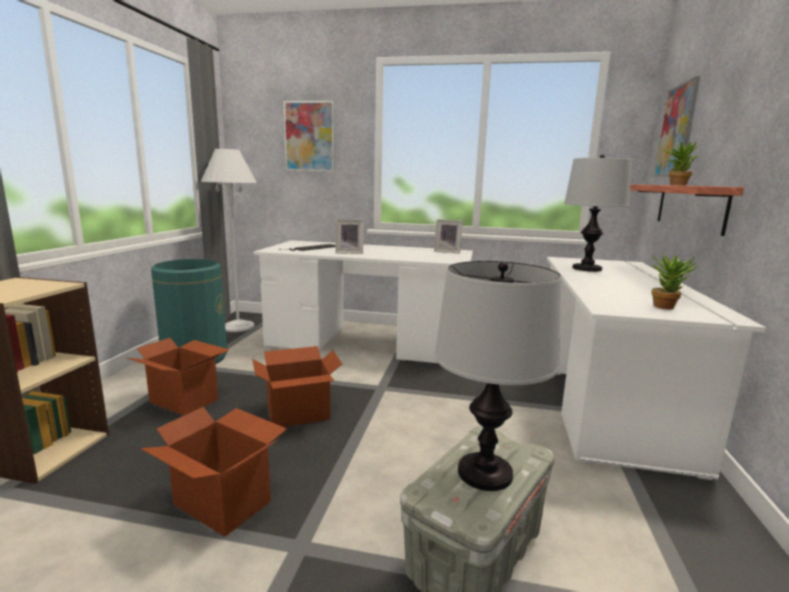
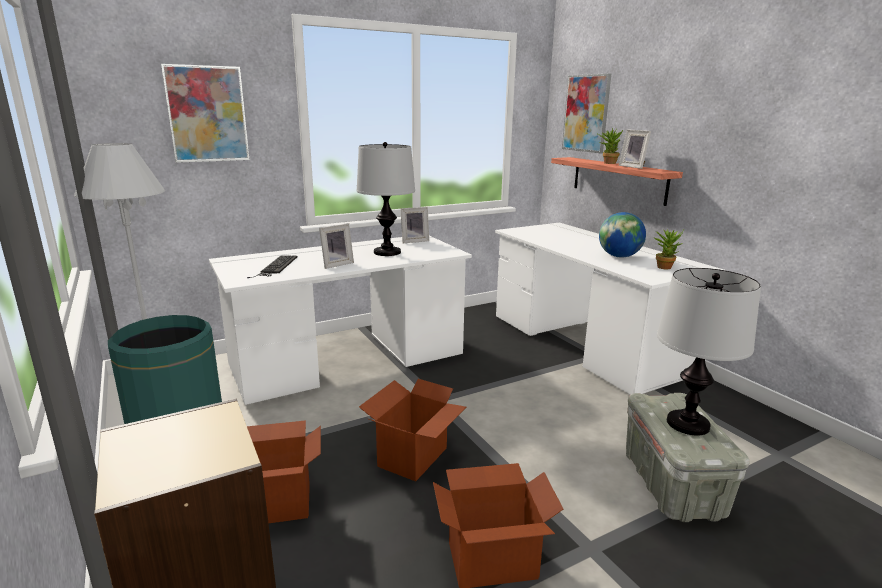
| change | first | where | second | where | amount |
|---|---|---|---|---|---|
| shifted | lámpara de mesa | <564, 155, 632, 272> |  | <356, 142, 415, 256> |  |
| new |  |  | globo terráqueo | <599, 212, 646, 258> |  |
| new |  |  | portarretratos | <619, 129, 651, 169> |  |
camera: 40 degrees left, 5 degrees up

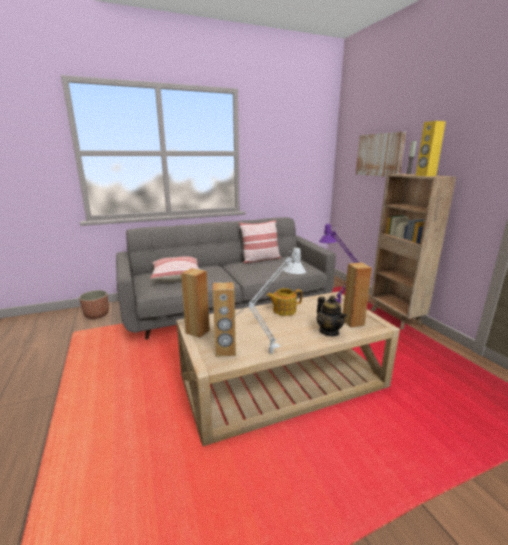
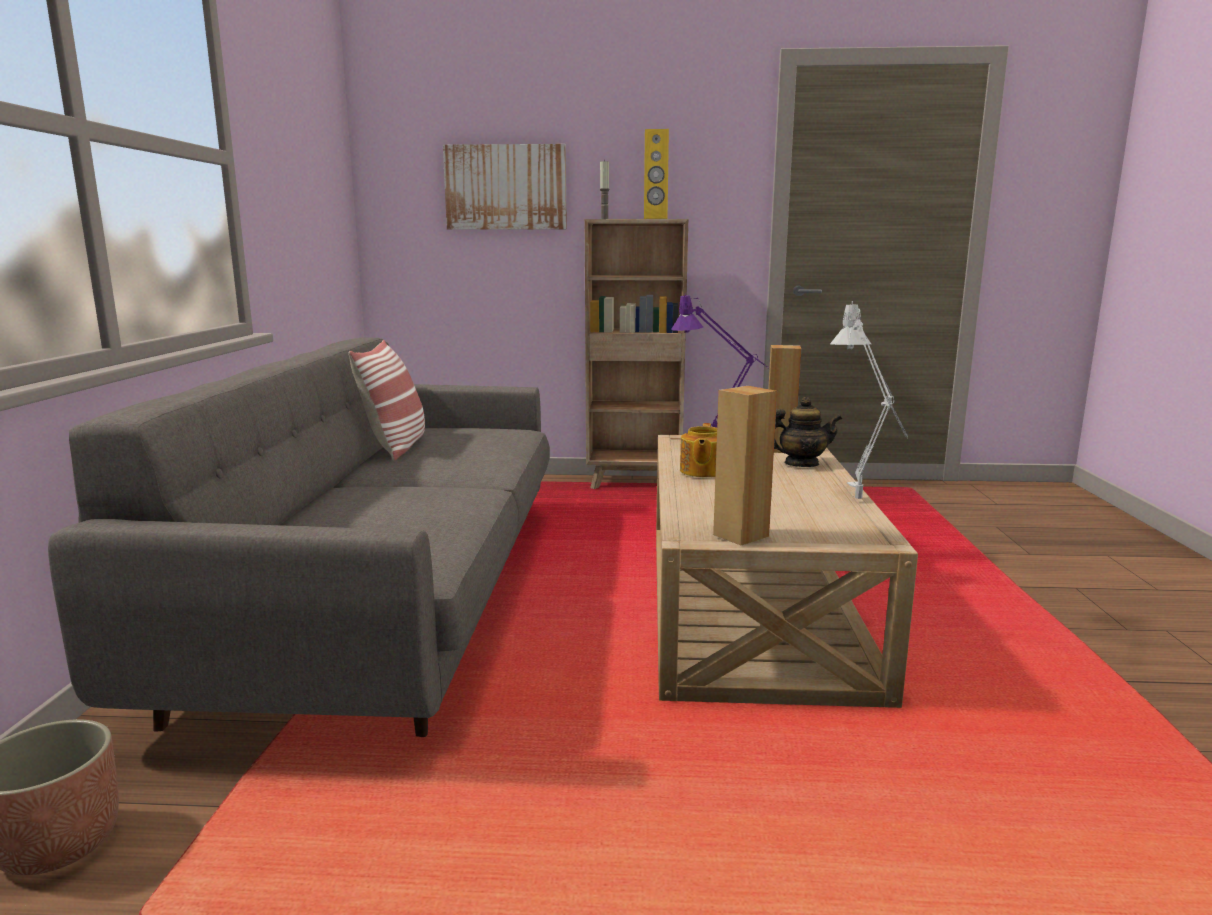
| change | first | where | second | where | amount |
|---|---|---|---|---|---|
| gone | cojín | <150, 256, 199, 282> |  |  |  |
| gone | altavoz (marrón) | <213, 282, 236, 357> |  |  |  |
camera: 65 degrees left, 5 degrees down

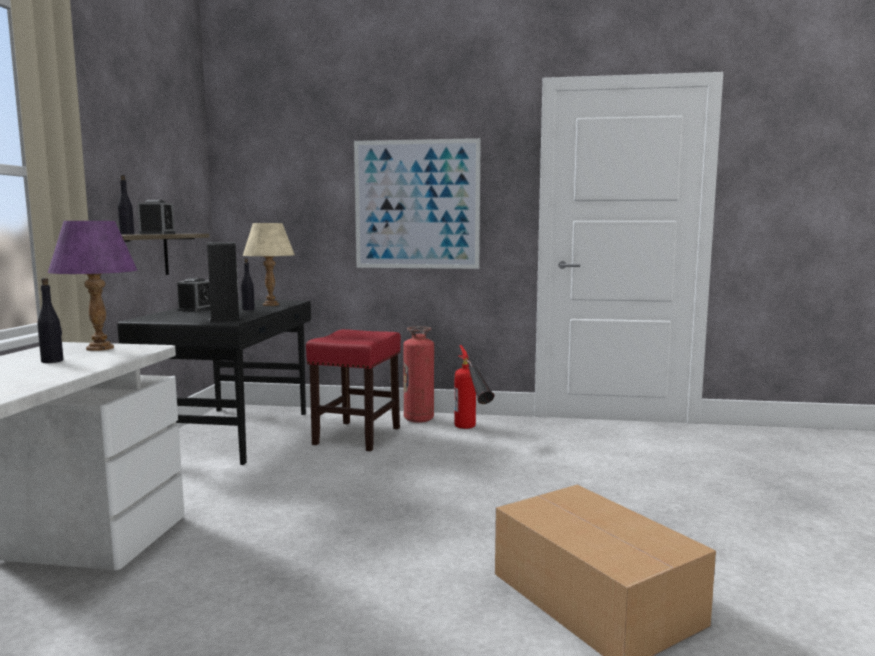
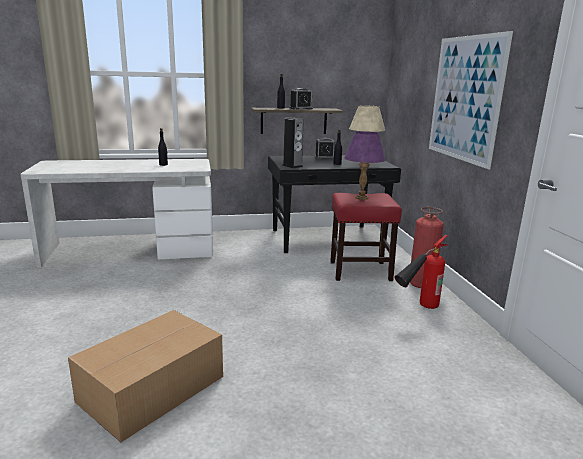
| change | first | where | second | where | amount |
|---|---|---|---|---|---|
| shifted | lámpara de mesa (morado) | <48, 221, 137, 351> |  | <344, 131, 386, 200> |  |
camera: 70 degrees right, 10 degrees up

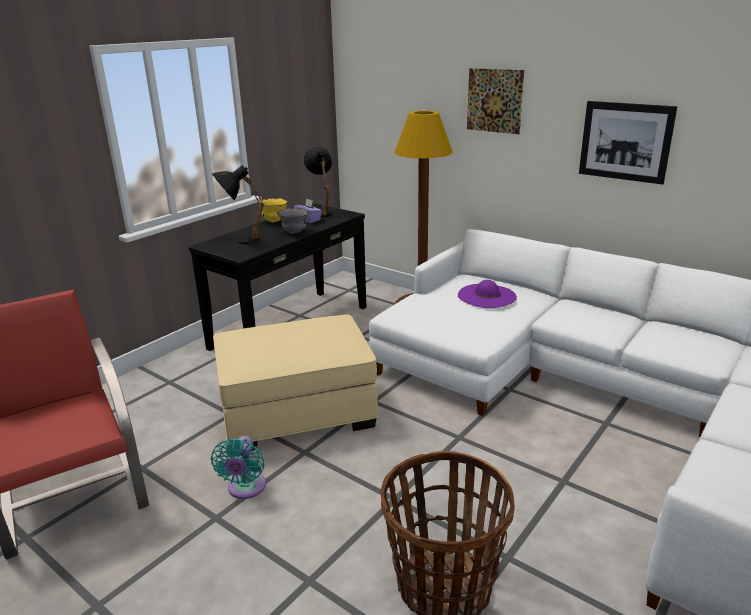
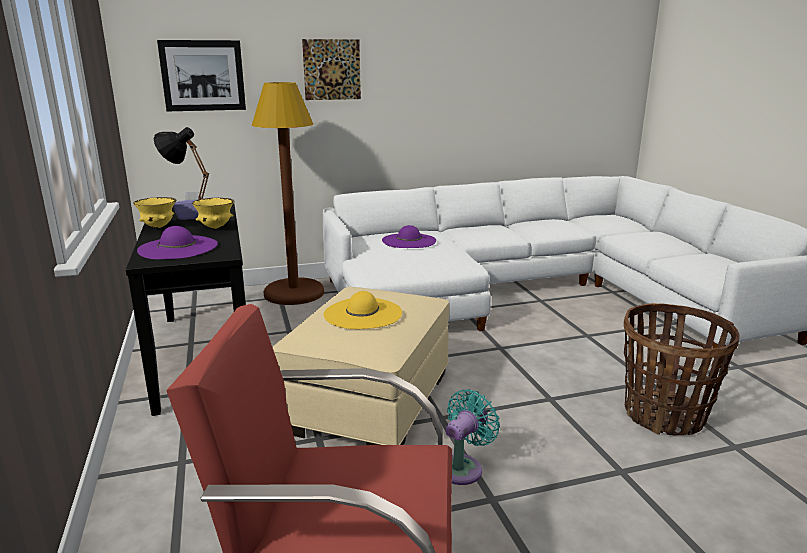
| change | first | where | second | where | amount |
|---|---|---|---|---|---|
| swapped | lámpara de mesa (negro) | <212, 165, 265, 244> | sombrero (morado) | <137, 226, 218, 259> |  |
| shifted | cuadro | <579, 101, 677, 185> |  | <157, 40, 246, 112> |  |
| repainted | cuenco (gris) | <277, 208, 309, 234> | cuenco (amarillo) | <192, 198, 234, 229> |  |
| new |  |  | sombrero (amarillo) | <324, 291, 402, 329> |  |
| rotated | ventilador (turquesa) | <211, 436, 266, 499> |  | <446, 389, 500, 485> | 90 degrees counterclockwise |
camera: 55 degrees left, 5 degrees down

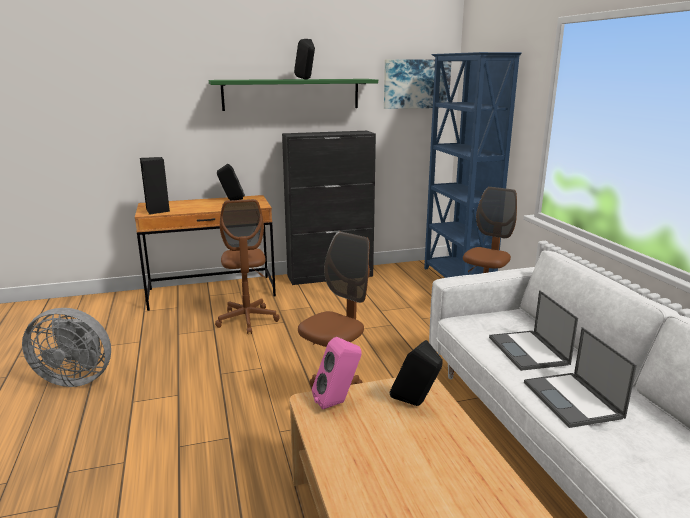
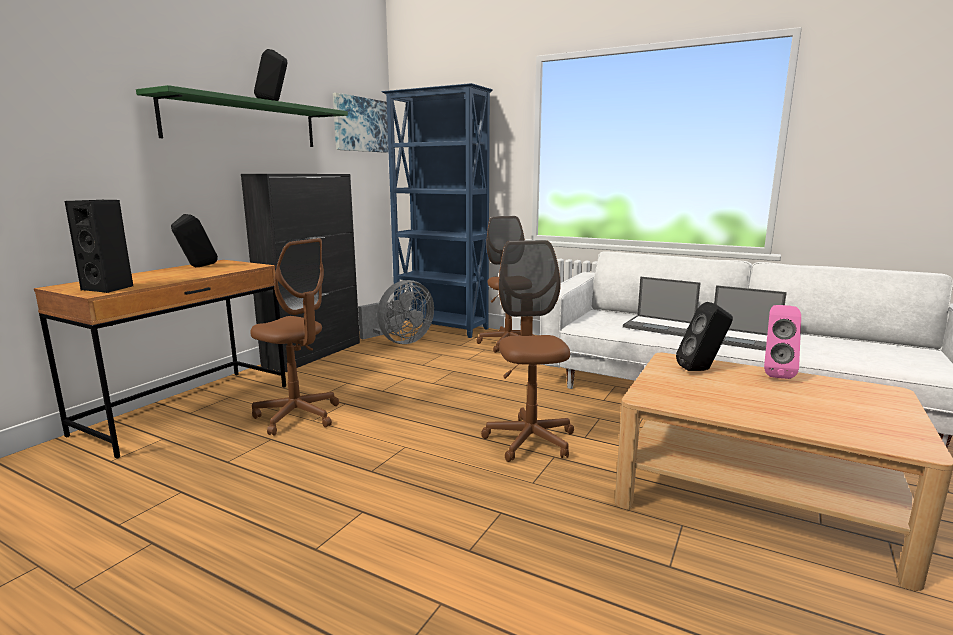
| change | first | where | second | where | amount |
|---|---|---|---|---|---|
| shifted | ventilador (gris) | <22, 308, 111, 387> |  | <358, 280, 434, 344> |  |
| shifted | altavoz (rosa) | <312, 337, 362, 410> |  | <764, 305, 801, 379> |  |
camera: 45 degrees left, 5 degrees down

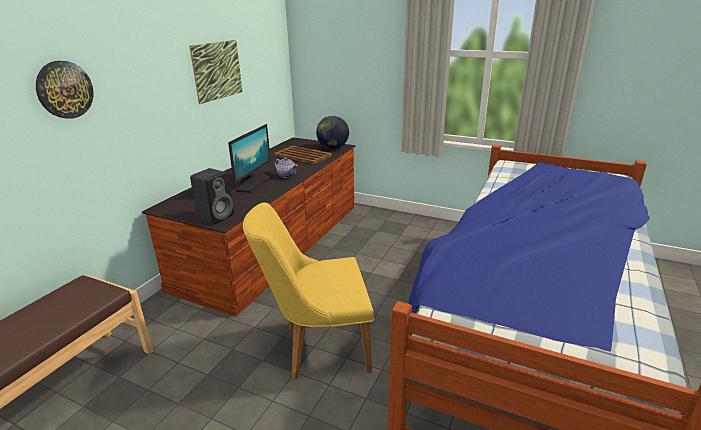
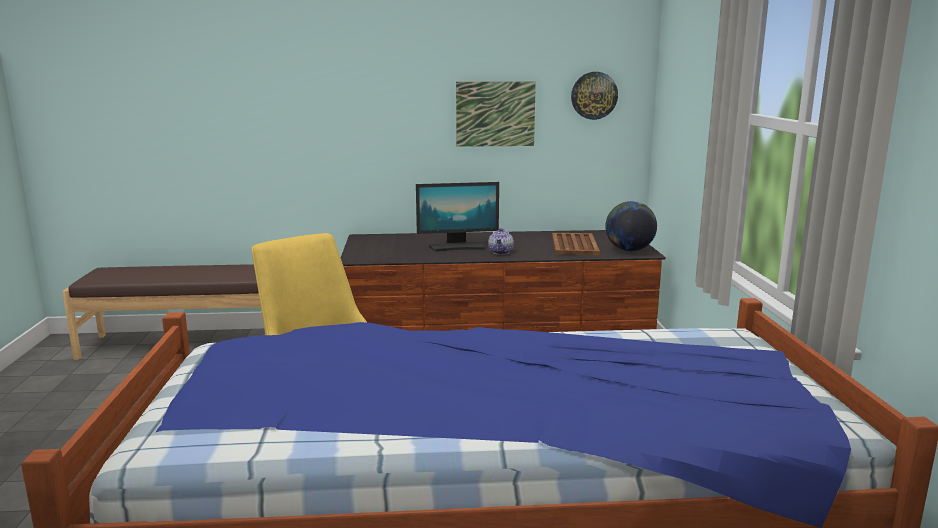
| change | first | where | second | where | amount |
|---|---|---|---|---|---|
| shifted | reloj de pared | <36, 61, 94, 119> |  | <571, 72, 618, 120> |  |
| gone | altavoz (negro) | <190, 168, 234, 224> |  |  |  |
camera: 60 degrees right, 10 degrees down

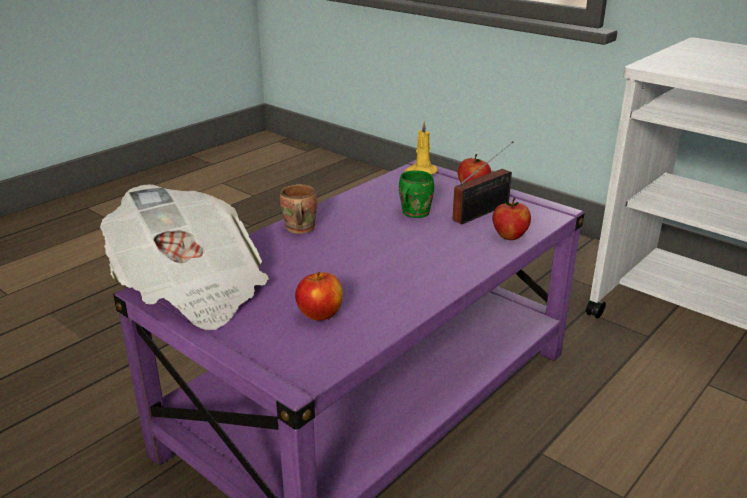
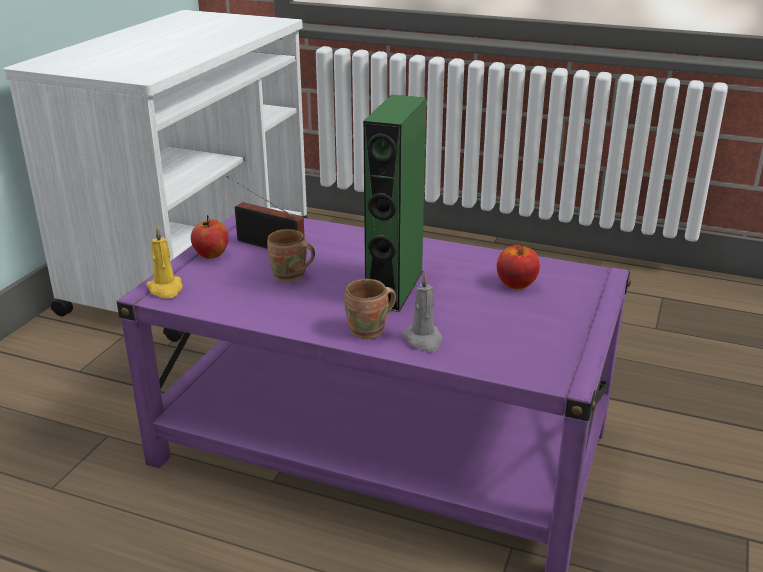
| change | first | where | second | where | amount |
|---|---|---|---|---|---|
| repainted | taza grande (verde) | <399, 171, 434, 218> | taza grande (marrón) | <267, 229, 315, 283> |  |
| new |  |  | altavoz (verde) | <363, 95, 426, 312> |  |
| new |  |  | vela (gris) | <402, 272, 443, 352> |  |
| gone | periódico | <100, 184, 269, 330> |  |  |  |
| gone | manzana | <492, 197, 531, 240> |  |  |  |
camera: 110 degrees left, 0 degrees up

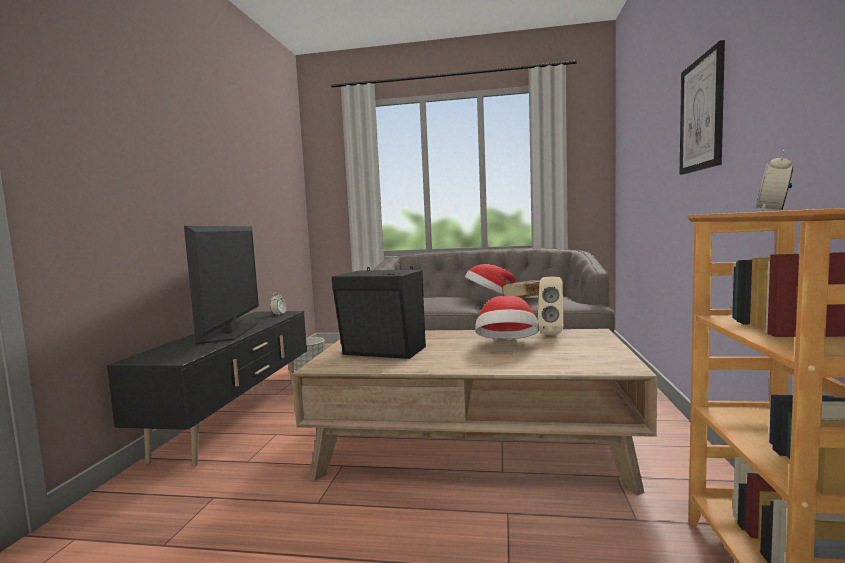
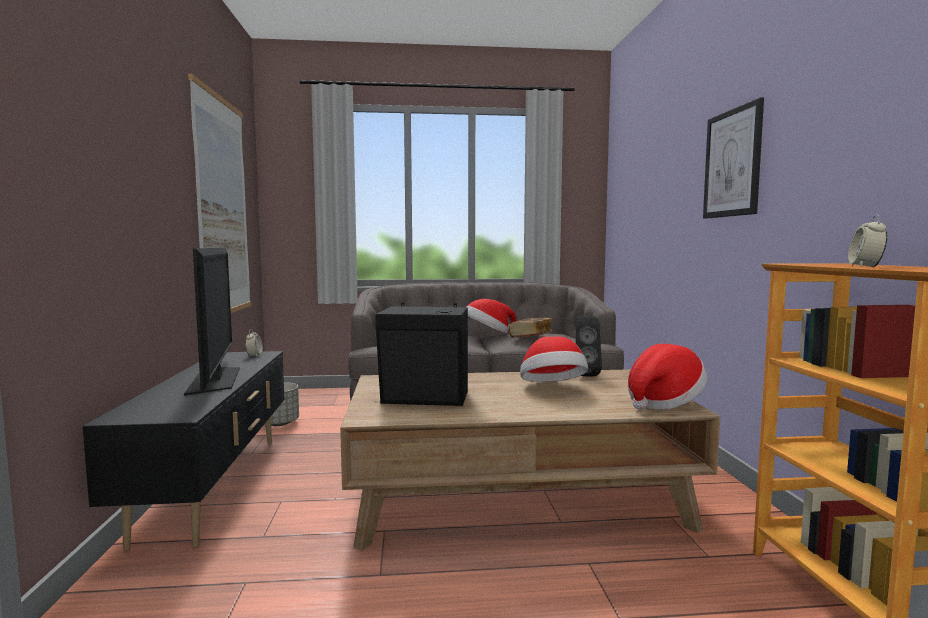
| change | first | where | second | where | amount |
|---|---|---|---|---|---|
| new |  |  | cuadro | <188, 74, 251, 313> |  |
| repainted | altavoz (beis) | <538, 277, 563, 335> | altavoz (negro) | <576, 316, 602, 377> |  |
| new |  |  | sombrero | <628, 344, 707, 410> |  |
camera: 15 degrees left, 0 degrees up

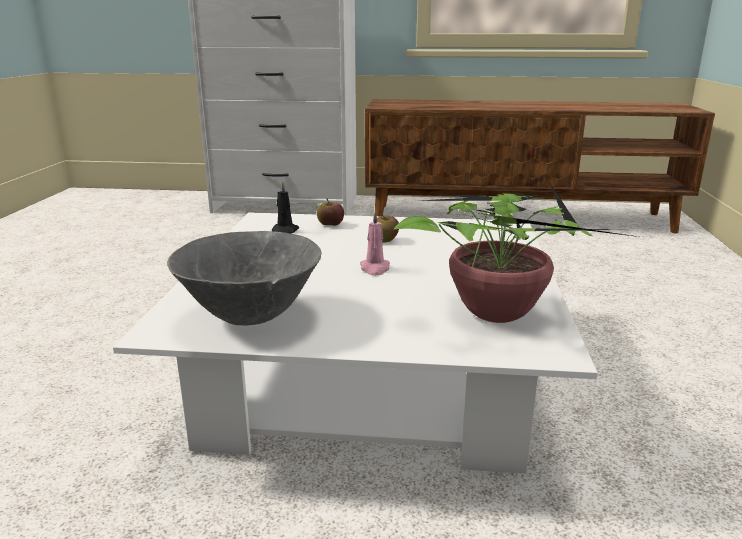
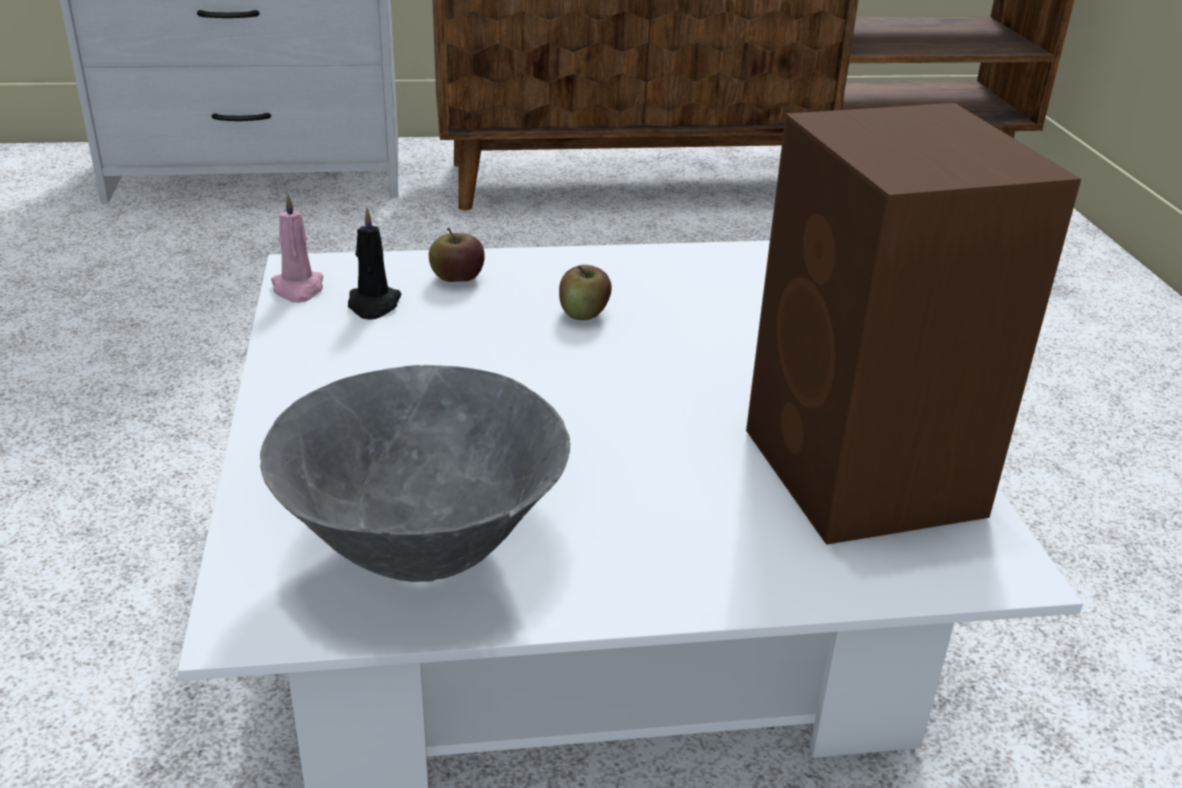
| change | first | where | second | where | amount |
|---|---|---|---|---|---|
| shifted | vela (rosa) | <360, 211, 390, 276> |  | <271, 193, 323, 303> |  |
| swapped | planta en maceta | <394, 182, 638, 323> | altavoz (marrón) | <746, 103, 1081, 545> |  |
camera: 15 degrees left, 10 degrees up

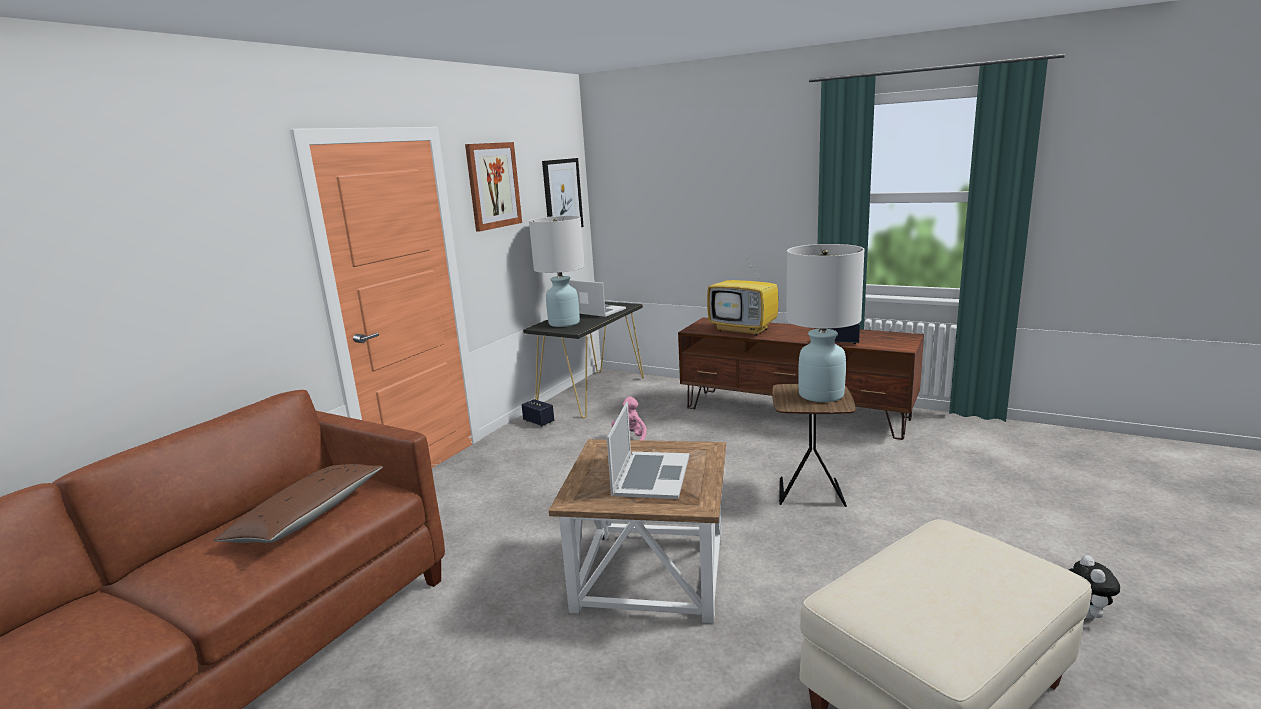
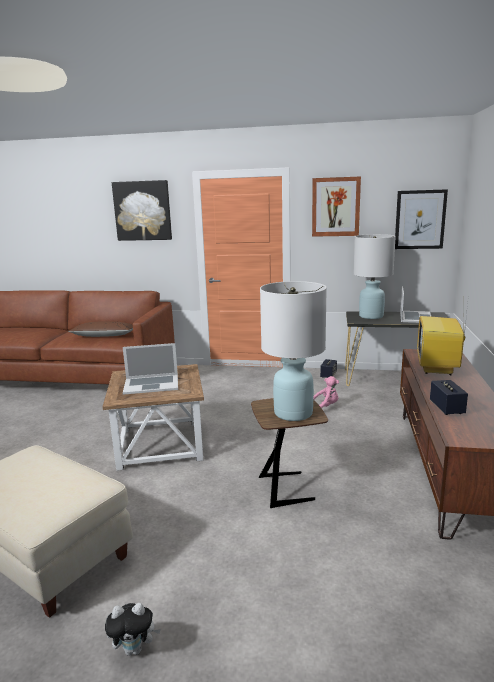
| change | first | where | second | where | amount |
|---|---|---|---|---|---|
| new |  |  | cuadro | <112, 180, 172, 241> |  |
camera: 70 degrees right, 0 degrees up

